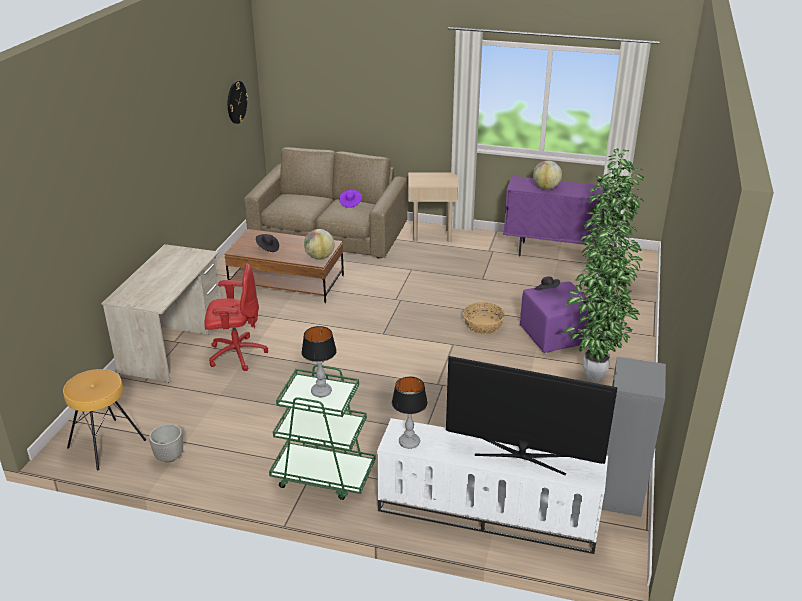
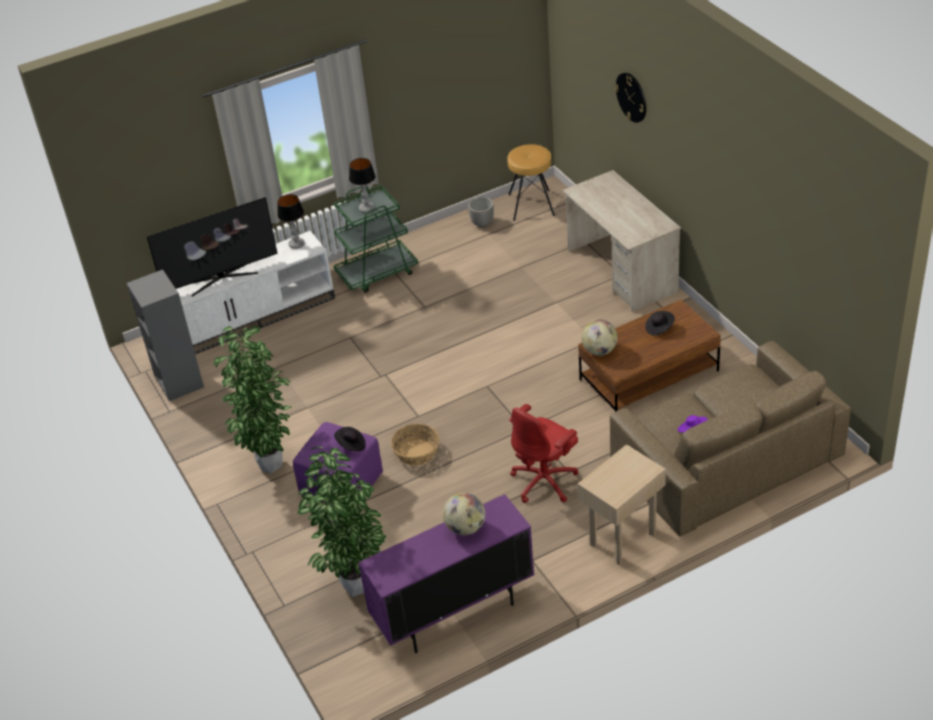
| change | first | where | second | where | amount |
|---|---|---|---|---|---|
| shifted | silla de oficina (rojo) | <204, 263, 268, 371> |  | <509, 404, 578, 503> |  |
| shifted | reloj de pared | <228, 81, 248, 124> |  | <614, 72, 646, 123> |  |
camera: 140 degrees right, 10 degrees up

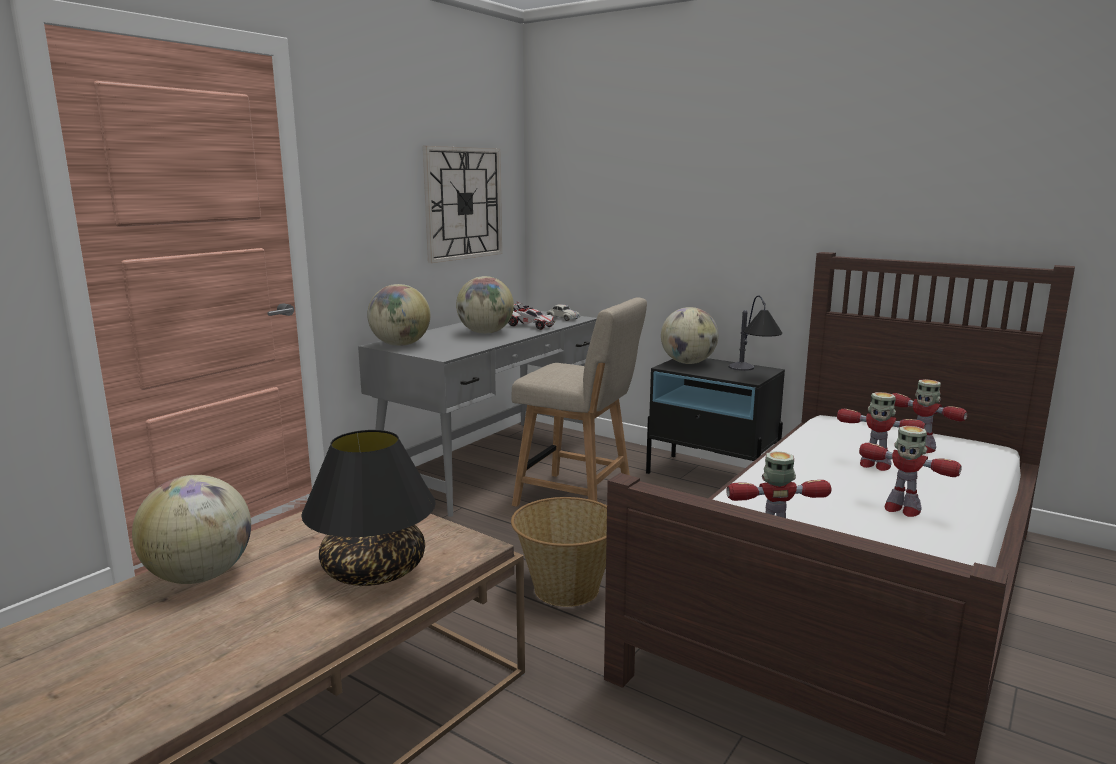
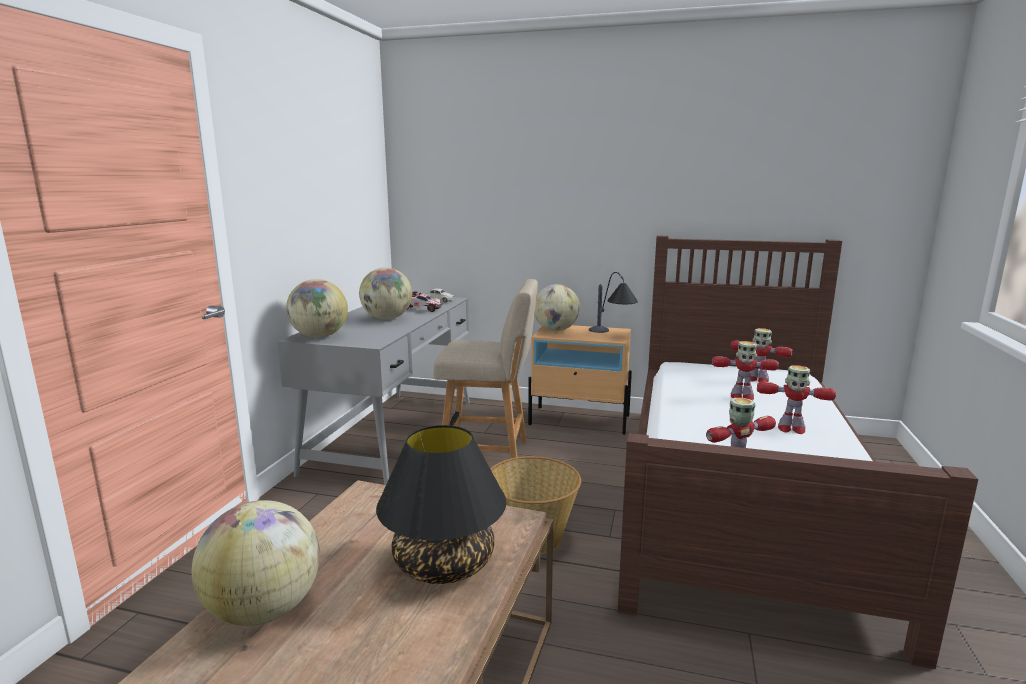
| change | first | where | second | where | amount |
|---|---|---|---|---|---|
| repainted | mesita de noche (negro) | <646, 358, 785, 474> | mesita de noche (beis) | <528, 325, 632, 435> |  |
| gone | reloj de pared | <423, 146, 502, 263> |  |  |  |
camera: 20 degrees left, 0 degrees up

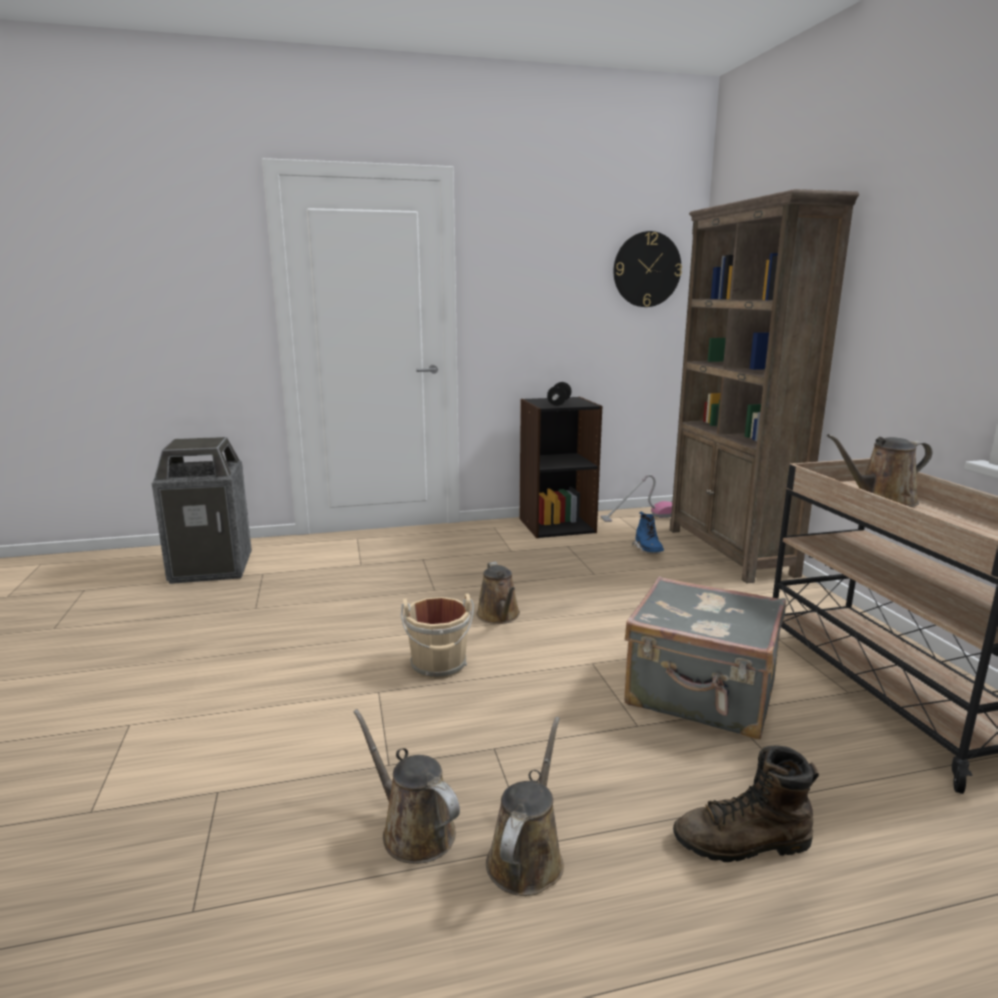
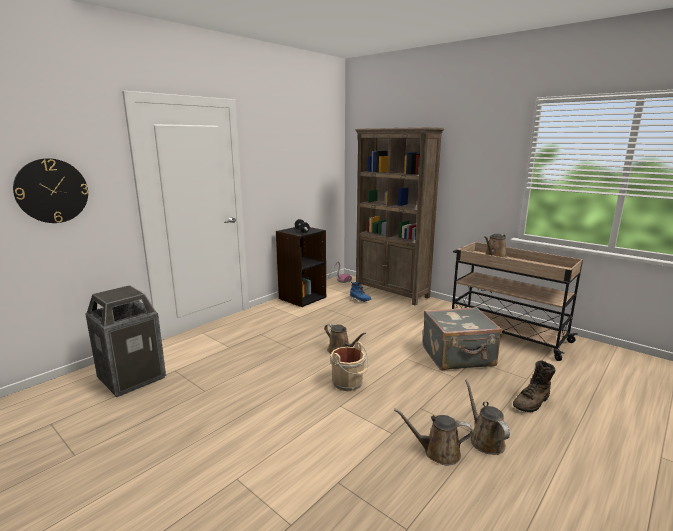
| change | first | where | second | where | amount |
|---|---|---|---|---|---|
| shifted | reloj de pared | <614, 231, 682, 307> |  | <13, 158, 88, 223> |  |
camera: 35 degrees left, 0 degrees up

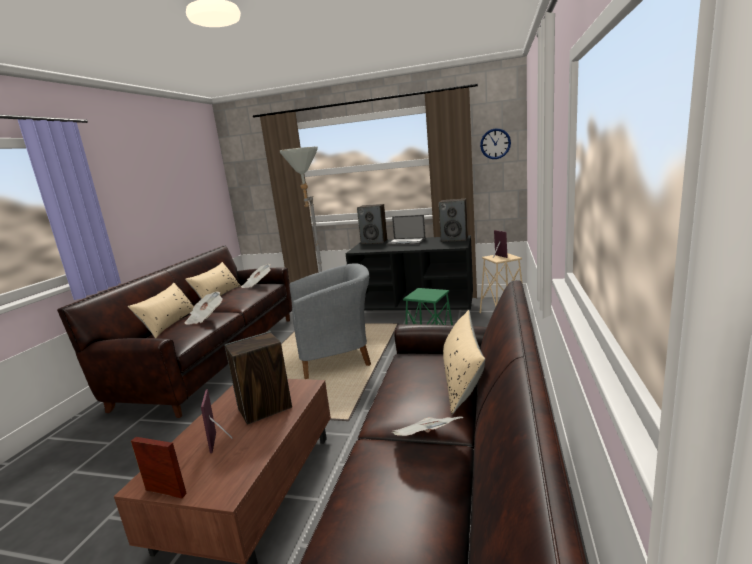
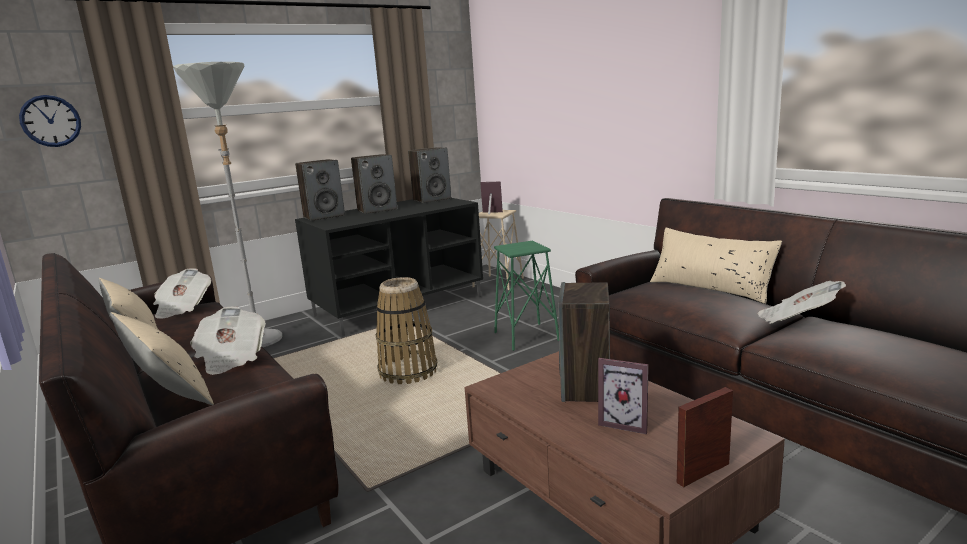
| change | first | where | second | where | amount |
|---|---|---|---|---|---|
| shifted | reloj de pared | <480, 128, 511, 159> |  | <19, 95, 81, 147> |  |
| swapped | portátil | <386, 215, 426, 246> | altavoz | <351, 154, 397, 214> |  |
| swapped | sillón (gris) | <290, 263, 371, 379> | cesta | <376, 277, 437, 384> |  |
camera: 50 degrees left, 0 degrees up

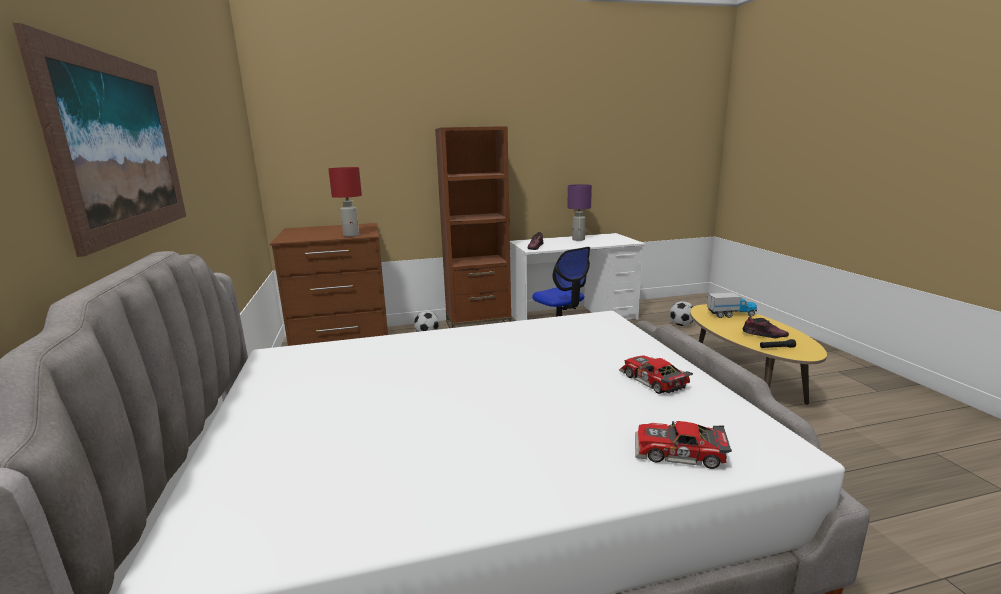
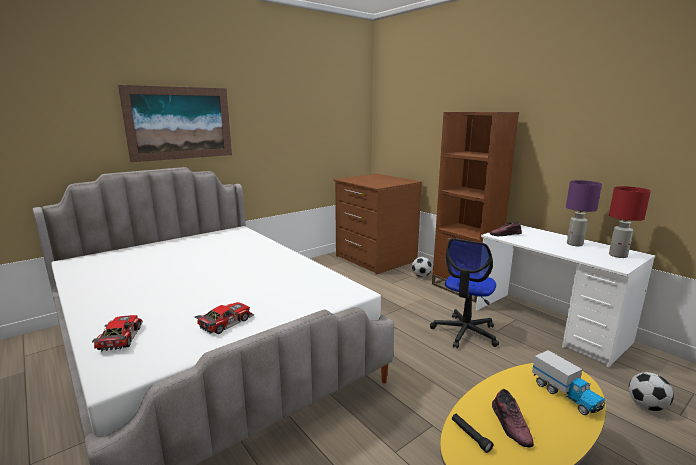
| change | first | where | second | where | amount |
|---|---|---|---|---|---|
| shifted | lámpara de mesa (rojo) | <328, 167, 362, 237> |  | <609, 186, 651, 258> |  |
camera: 65 degrees right, 0 degrees up

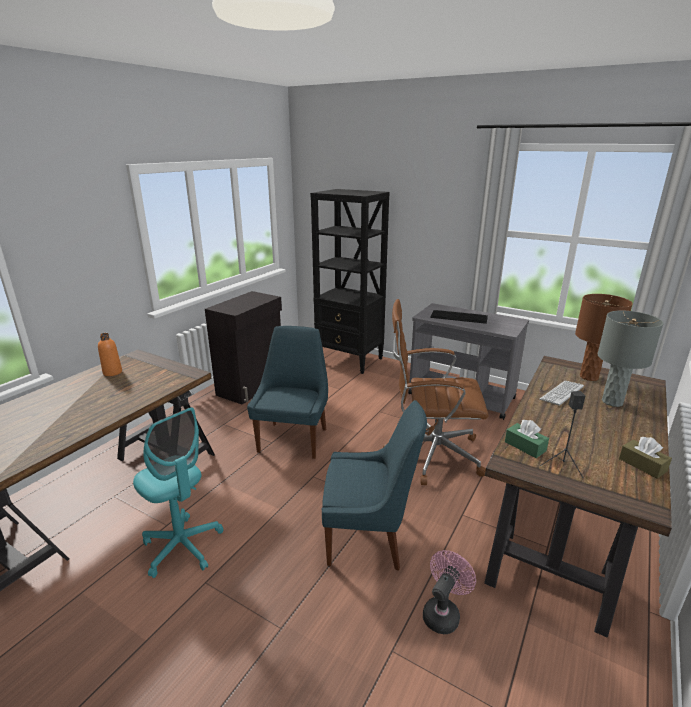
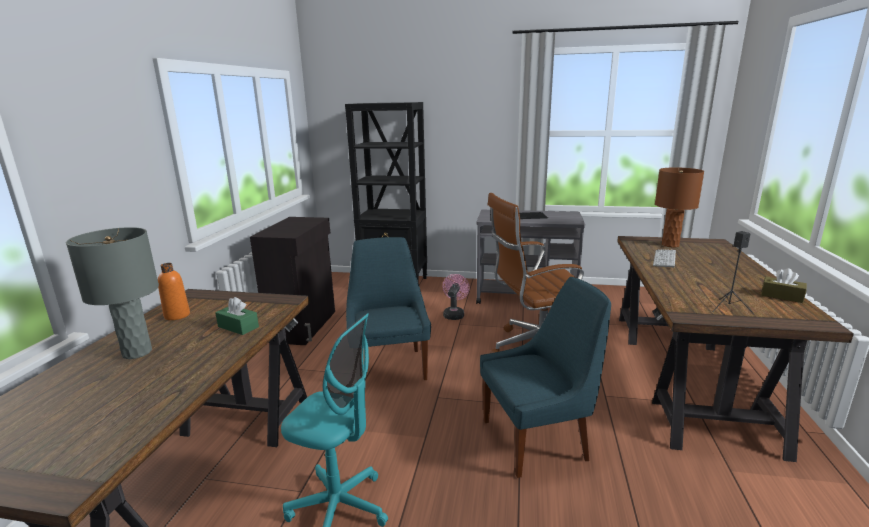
| change | first | where | second | where | amount |
|---|---|---|---|---|---|
| shifted | lámpara de mesa (gris) | <598, 310, 664, 407> |  | <66, 227, 159, 359> |  |
| shifted | caja de pañuelos (verde) | <505, 420, 549, 458> |  | <215, 297, 259, 335> |  |
| shifted | ventilador (rosa) | <423, 550, 476, 634> |  | <443, 274, 470, 320> |  |
camera: 20 degrees left, 5 degrees down

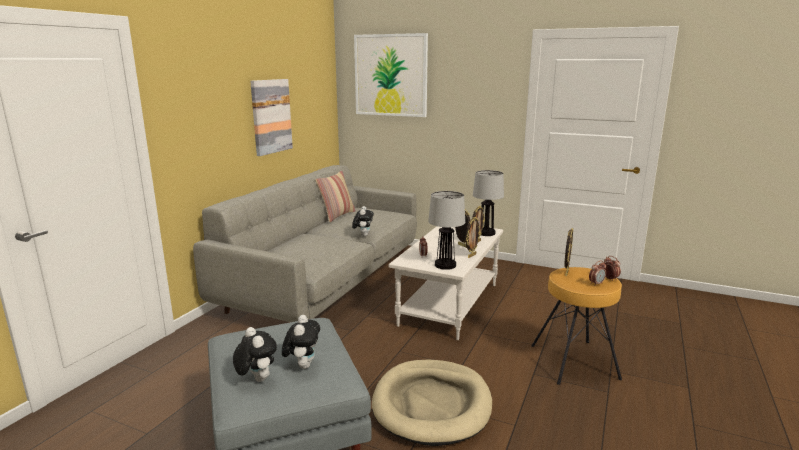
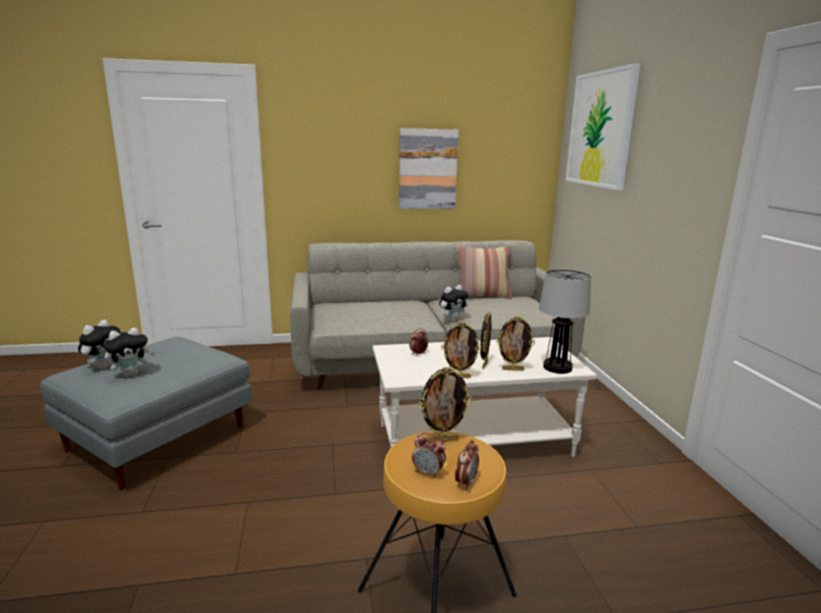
| change | first | where | second | where | amount |
|---|---|---|---|---|---|
| gone | cama para perro (beis) | <372, 359, 492, 446> |  |  |  |
| gone | lámpara de mesa | <428, 191, 465, 270> |  |  |  |
camera: 55 degrees right, 0 degrees up

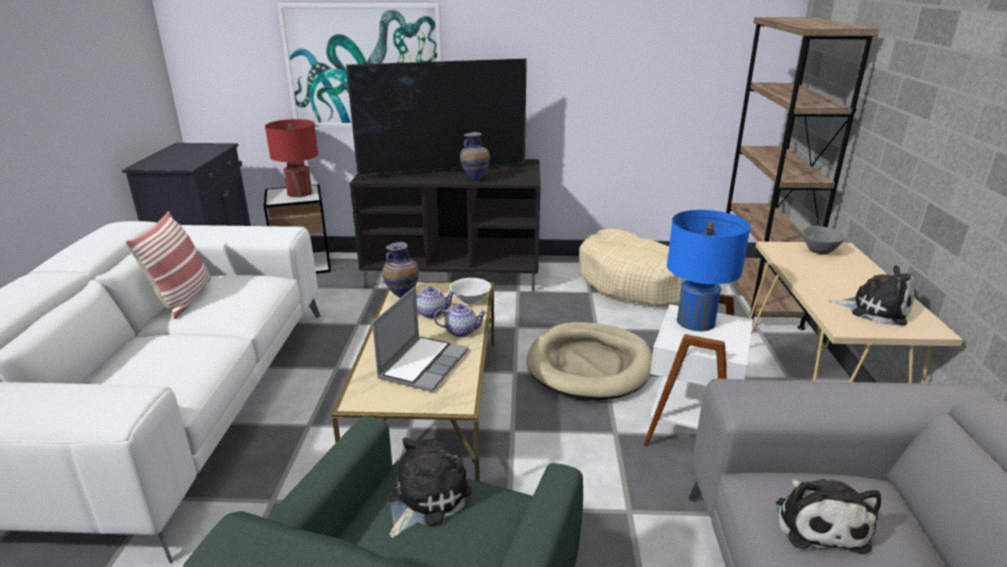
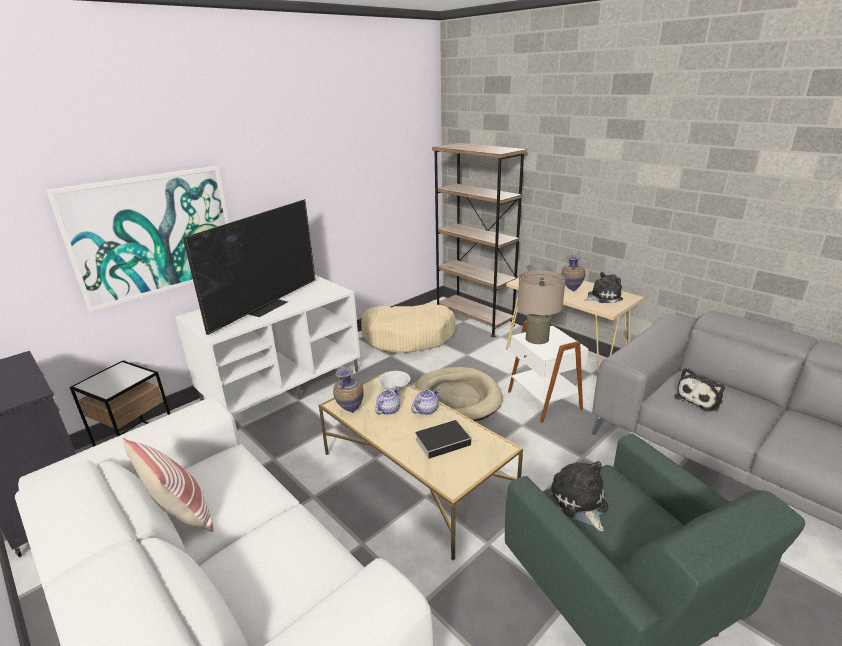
| change | first | where | second | where | amount |
|---|---|---|---|---|---|
| repainted | mueble de televisión (negro) | <350, 159, 541, 291> | mueble de televisión (blanco) | <175, 275, 360, 416> |  |
| swapped | portátil | <372, 287, 468, 392> | libro | <415, 420, 478, 459> |  |
| repainted | lámpara de mesa (azul) | <667, 210, 751, 331> | lámpara de mesa (beis) | <517, 270, 566, 344> |  |
| shifted | florero | <460, 132, 490, 182> |  | <561, 255, 585, 291> |  |
| rotated | peluche | <776, 479, 881, 554> |  | <675, 368, 725, 412> | 90 degrees clockwise |
| gone | lámpara de mesa (rojo) | <265, 119, 318, 197> |  |  |  |
camera: 45 degrees left, 0 degrees up

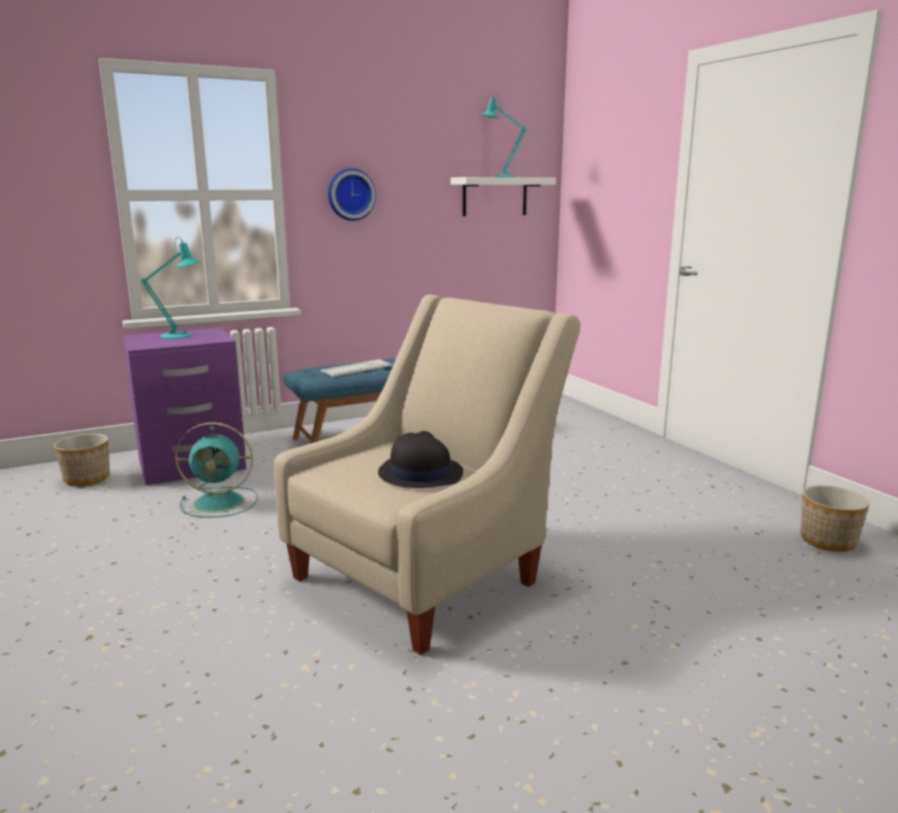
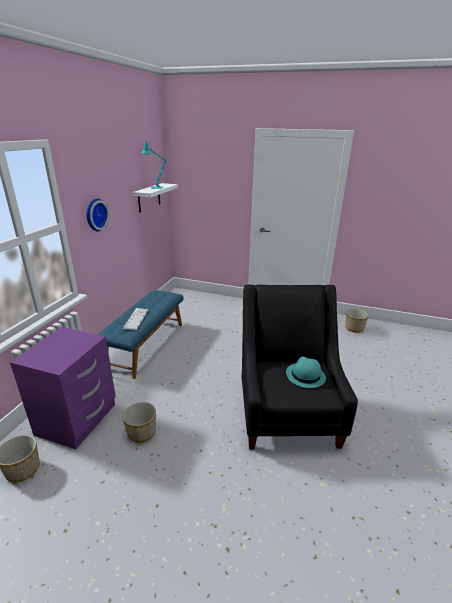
| change | first | where | second | where | amount |
|---|---|---|---|---|---|
| swapped | ventilador (turquesa) | <175, 422, 258, 518> | maceta | <122, 402, 156, 443> |  |
| repainted | sillón (beis) | <274, 295, 581, 655> | sillón (negro) | <241, 285, 358, 450> |  |
| repainted | sombrero (negro) | <378, 431, 463, 488> | sombrero (turquesa) | <286, 357, 326, 388> |  |
| gone | lámpara de mesa (turquesa) | <141, 237, 200, 338> |  |  |  |
camera: 45 degrees left, 10 degrees up

